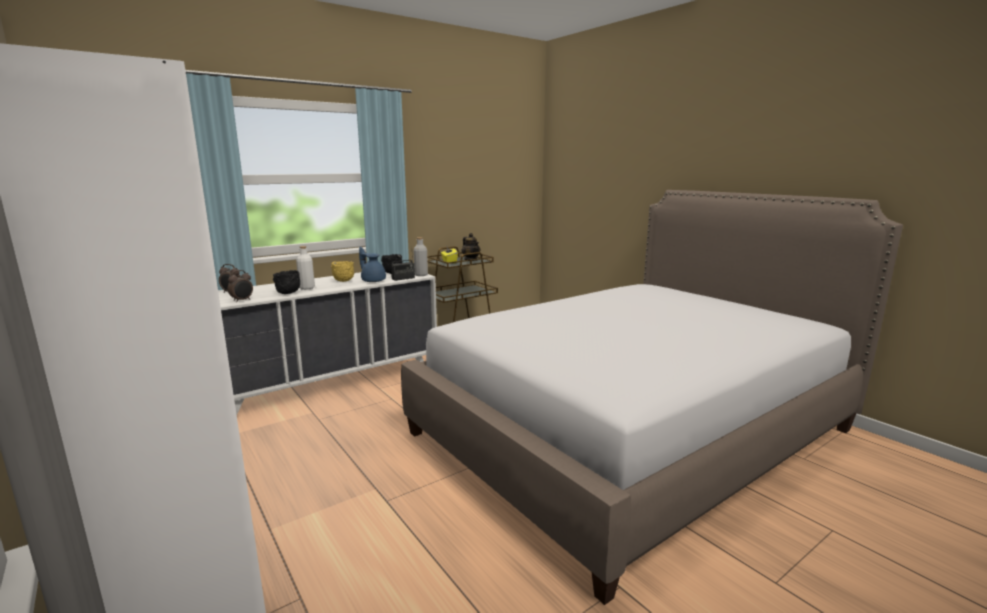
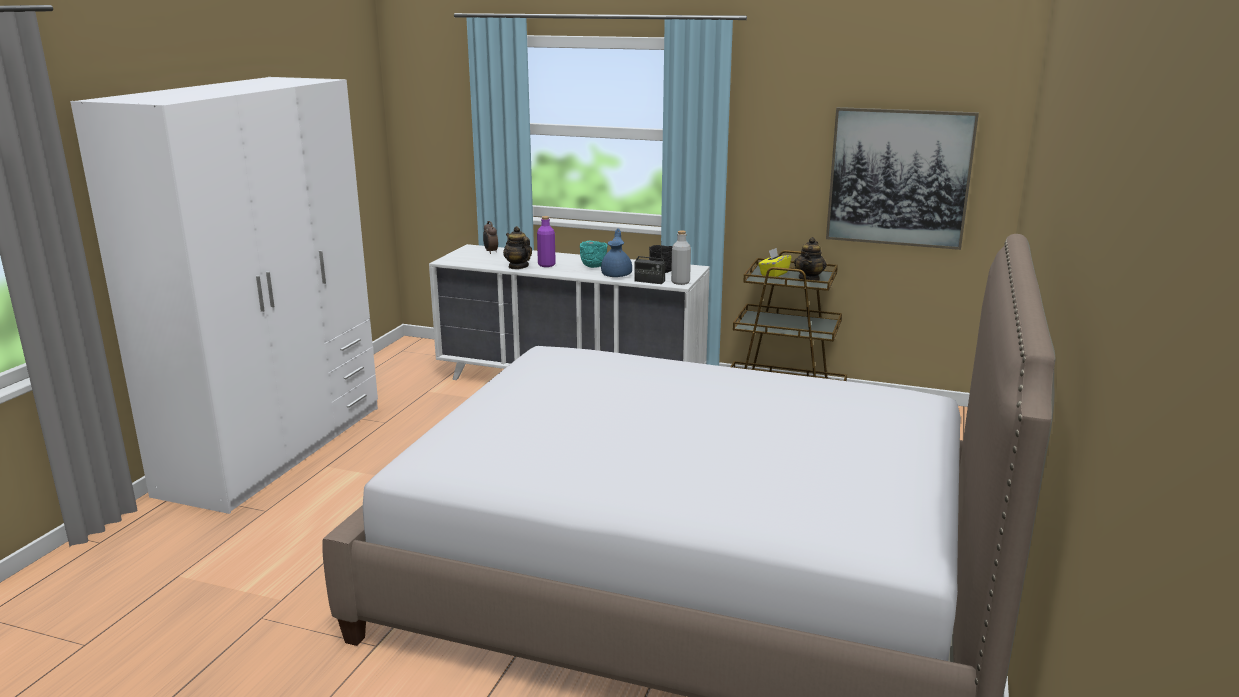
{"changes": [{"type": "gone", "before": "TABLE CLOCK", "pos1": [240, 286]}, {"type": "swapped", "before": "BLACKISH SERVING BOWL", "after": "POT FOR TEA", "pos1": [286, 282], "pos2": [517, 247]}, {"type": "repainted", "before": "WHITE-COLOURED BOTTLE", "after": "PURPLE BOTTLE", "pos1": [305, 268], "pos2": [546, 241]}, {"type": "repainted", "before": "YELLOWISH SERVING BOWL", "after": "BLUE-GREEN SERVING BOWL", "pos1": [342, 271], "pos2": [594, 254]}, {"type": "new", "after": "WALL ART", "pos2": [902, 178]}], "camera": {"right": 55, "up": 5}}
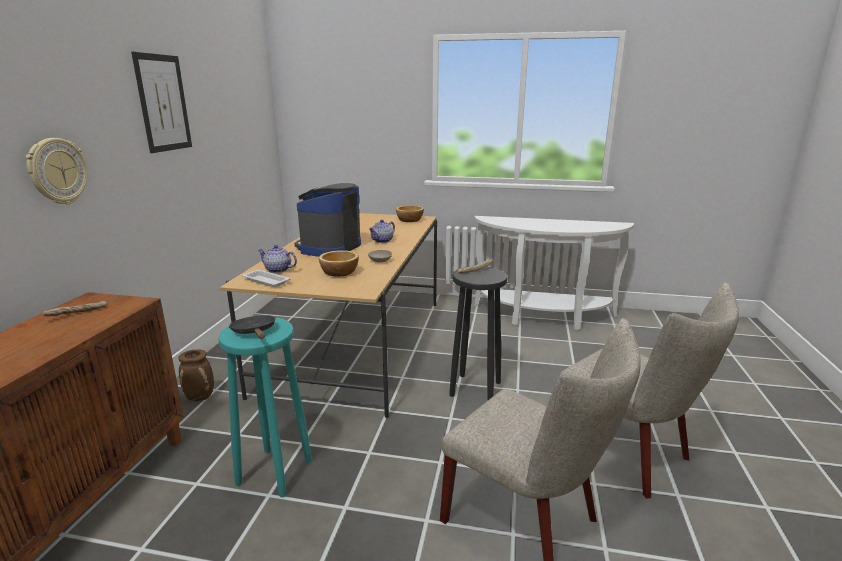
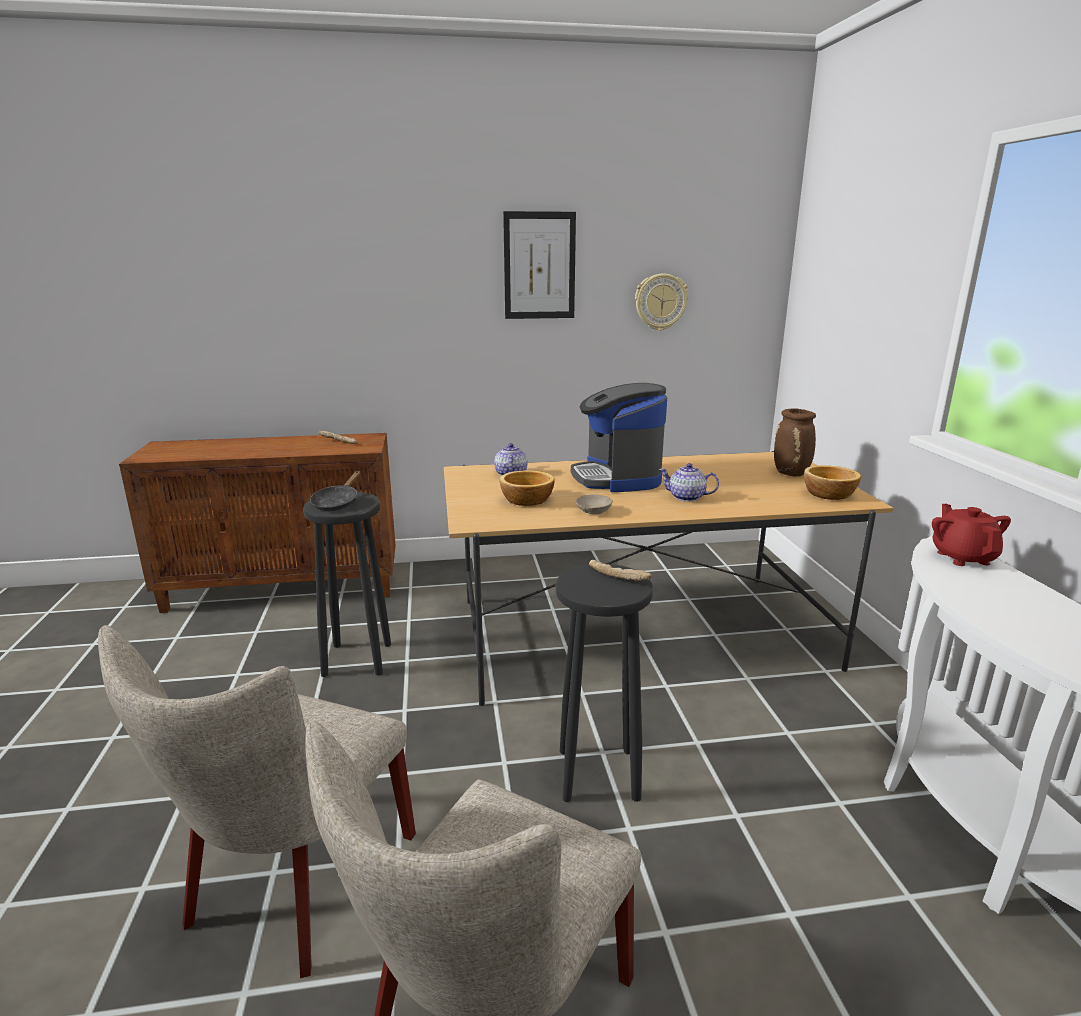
{"changes": [{"type": "shifted", "before": "HANGING CLOCK", "pos1": [57, 171], "pos2": [661, 302]}, {"type": "shifted", "before": "BROWN-COLOURED DECORATIVE VASE", "pos1": [196, 375], "pos2": [795, 442]}, {"type": "repainted", "before": "BLUE-GREEN STOOL", "after": "BLACKISH STOOL", "pos1": [265, 407], "pos2": [347, 584]}, {"type": "rotated", "before": "BLACKISH SKILLET", "pos1": [252, 327], "pos2": [335, 491], "turn": 150}, {"type": "gone", "before": "WHITE-COLOURED TRAY", "pos1": [266, 278]}, {"type": "rotated", "before": "COFFEE MACHINE", "pos1": [327, 220], "pos2": [619, 437], "turn": -105}, {"type": "new", "after": "RED POT FOR TEA", "pos2": [971, 535]}], "camera": {"right": 70, "up": 0}}
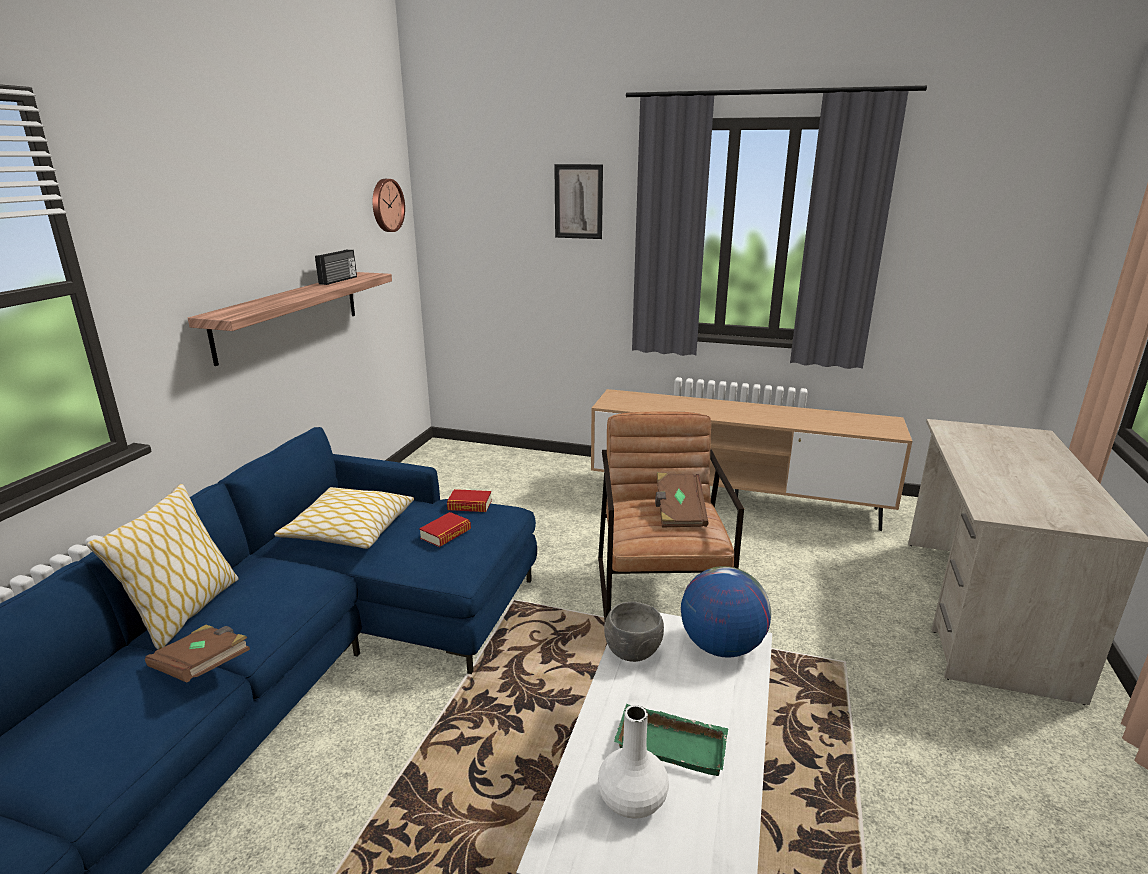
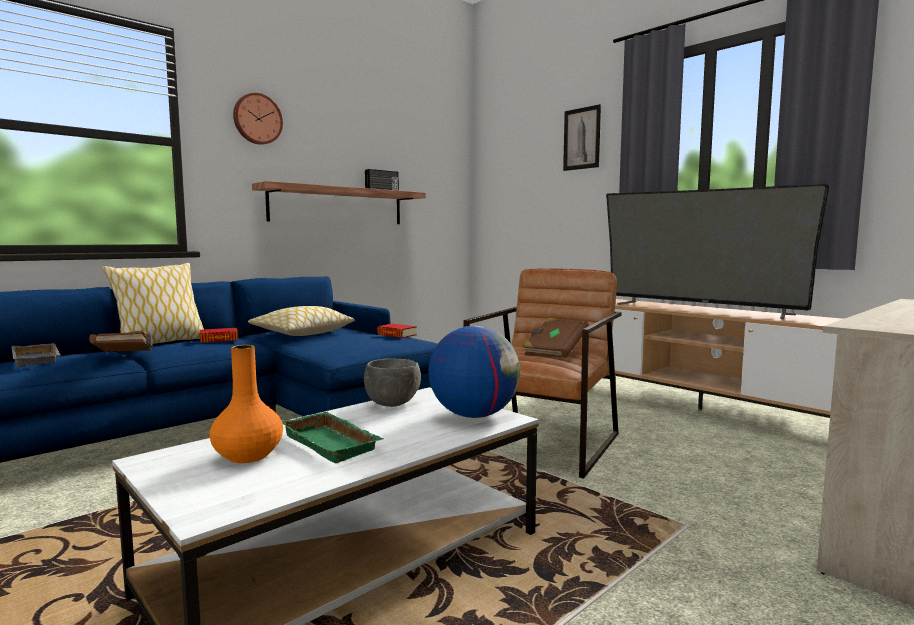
{"changes": [{"type": "shifted", "before": "HANGING CLOCK", "pos1": [388, 205], "pos2": [258, 119]}, {"type": "shifted", "before": "VOLUME", "pos1": [445, 529], "pos2": [218, 335]}, {"type": "repainted", "before": "WHITE-COLOURED DECORATIVE VASE", "after": "ORANGEY DECORATIVE VASE", "pos1": [633, 762], "pos2": [246, 404]}, {"type": "new", "after": "GREYISH TRAY", "pos2": [35, 355]}, {"type": "new", "after": "TV", "pos2": [718, 251]}], "camera": {"right": 30, "up": -15}}
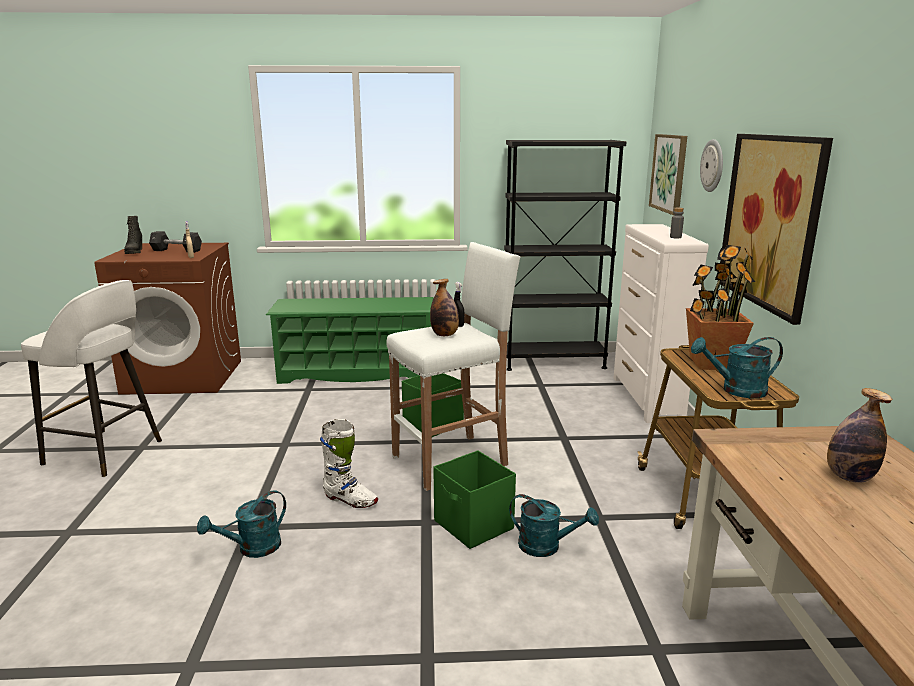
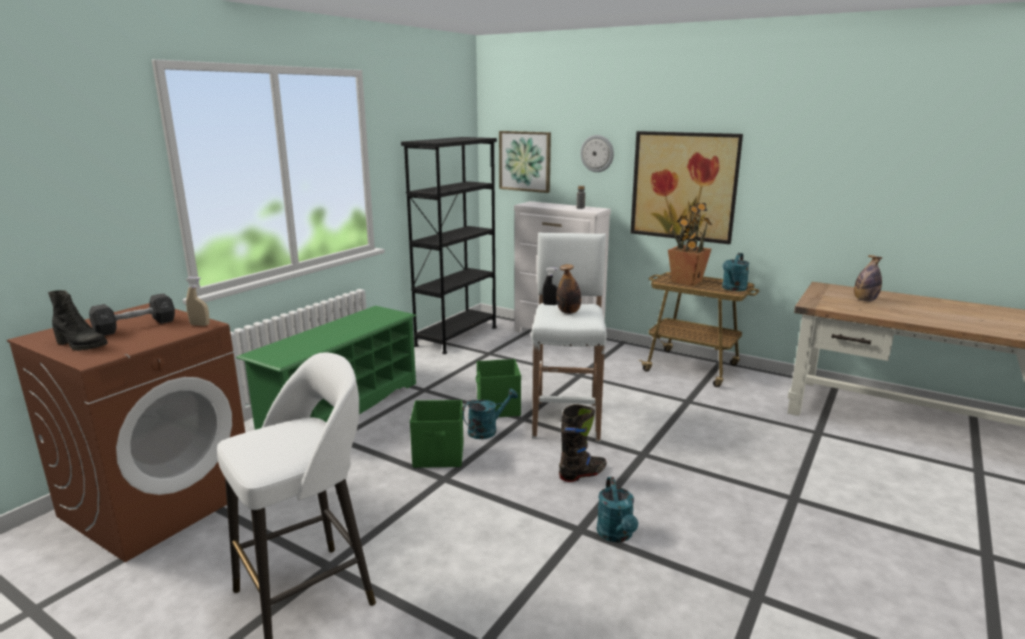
{"changes": [{"type": "repainted", "before": "WHITE-COLOURED BOOT", "after": "BLACKISH BOOT", "pos1": [349, 463], "pos2": [583, 443]}, {"type": "shifted", "before": "GREEN-COLOURED STORAGE BIN", "pos1": [474, 499], "pos2": [436, 434]}, {"type": "shifted", "before": "BLUE-GREEN SPRINKLING CAN", "pos1": [554, 525], "pos2": [490, 413]}], "camera": {"right": -55, "up": 0}}
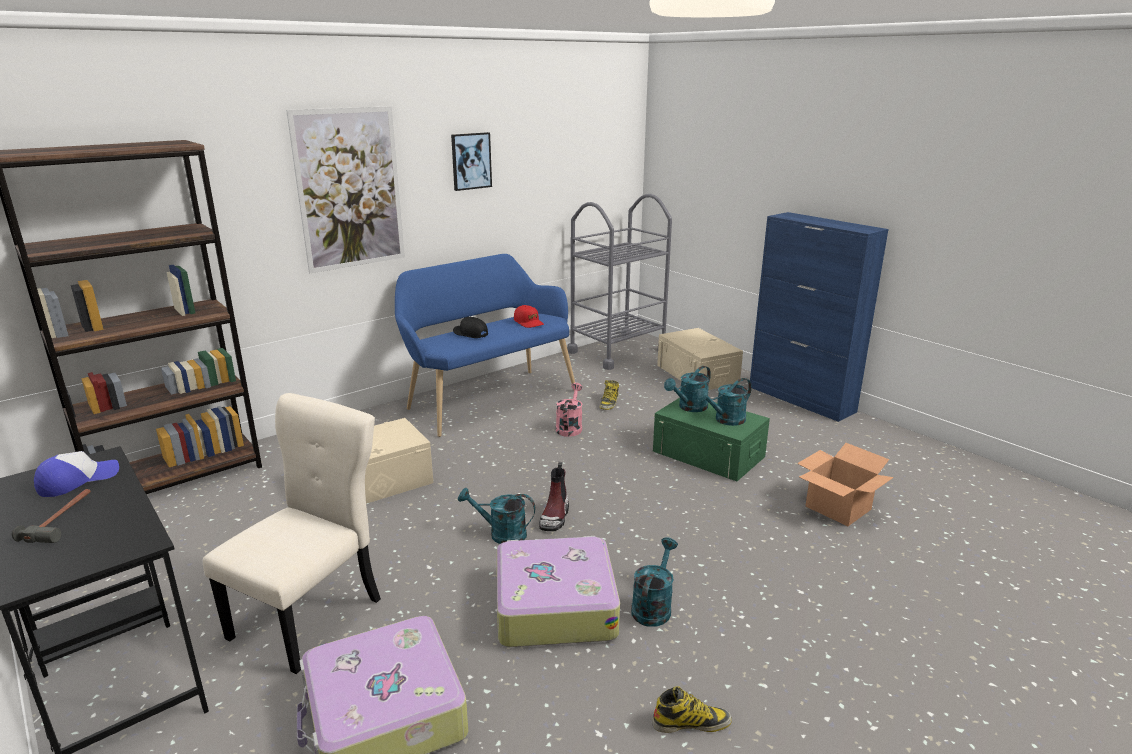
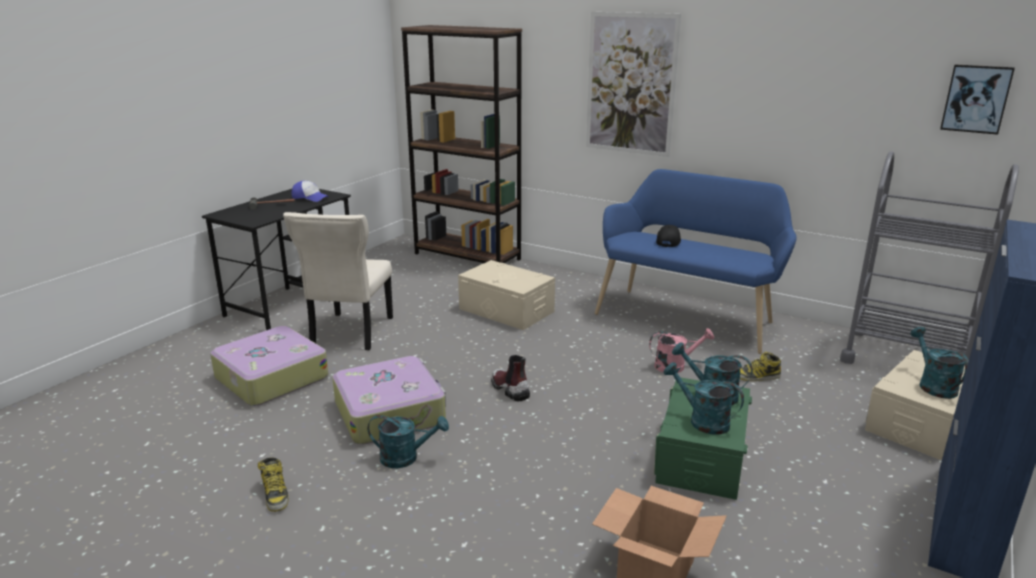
{"changes": [{"type": "rotated", "before": "SAND-COLOURED UPRIGHT CHAIR", "pos1": [292, 533], "pos2": [338, 281], "turn": 90}, {"type": "shifted", "before": "WALL ART", "pos1": [471, 161], "pos2": [977, 99]}, {"type": "shifted", "before": "BLUE-GREEN SPRINKLING CAN", "pos1": [497, 516], "pos2": [939, 363]}, {"type": "gone", "before": "RED PEAKED CAP", "pos1": [529, 316]}, {"type": "rotated", "before": "BOOT", "pos1": [554, 496], "pos2": [510, 378], "turn": 60}], "camera": {"right": 70, "up": 0}}
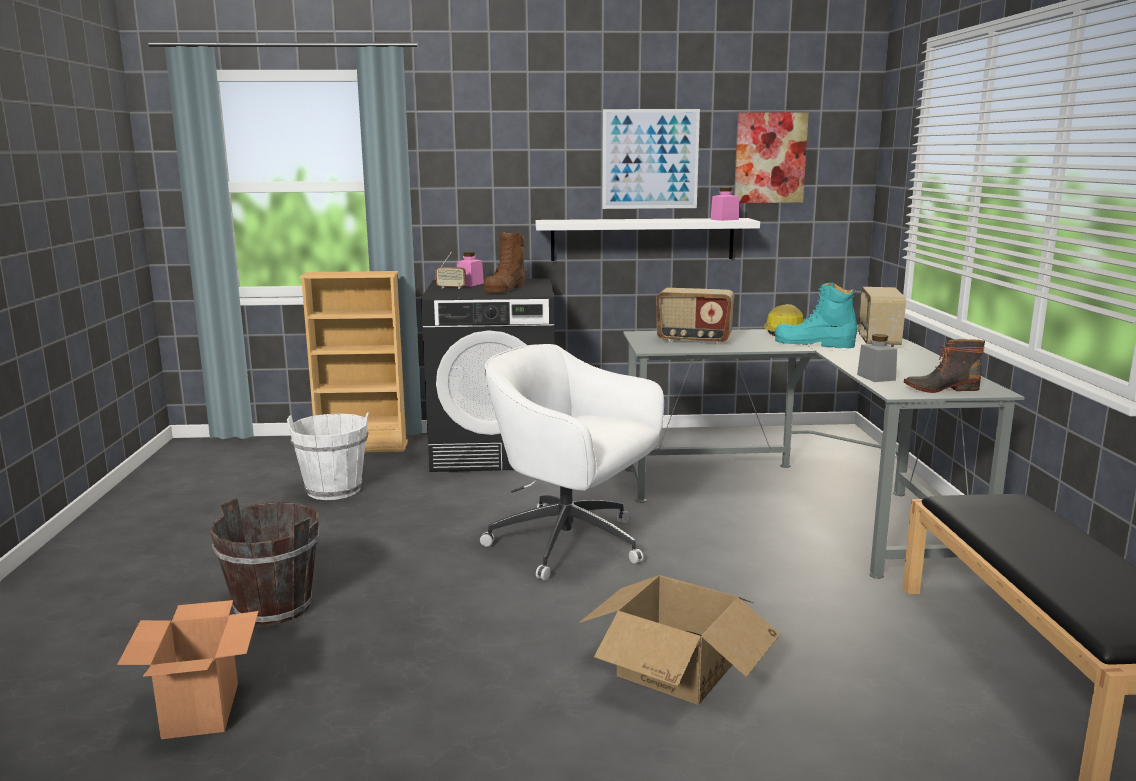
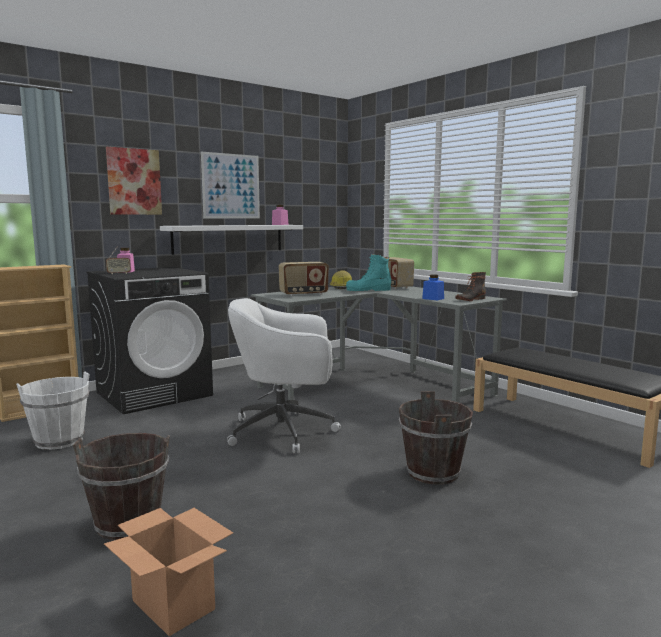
{"changes": [{"type": "gone", "before": "BROWN-COLOURED BOOT", "pos1": [504, 262]}, {"type": "swapped", "before": "PACKING BOX", "after": "BROWN-COLOURED BUCKET", "pos1": [679, 640], "pos2": [436, 438]}, {"type": "shifted", "before": "WALL ART", "pos1": [771, 157], "pos2": [134, 181]}, {"type": "repainted", "before": "GREYISH PRESERVE JAR", "after": "BLUISH PRESERVE JAR", "pos1": [877, 358], "pos2": [433, 287]}], "camera": {"right": -35, "up": -5}}
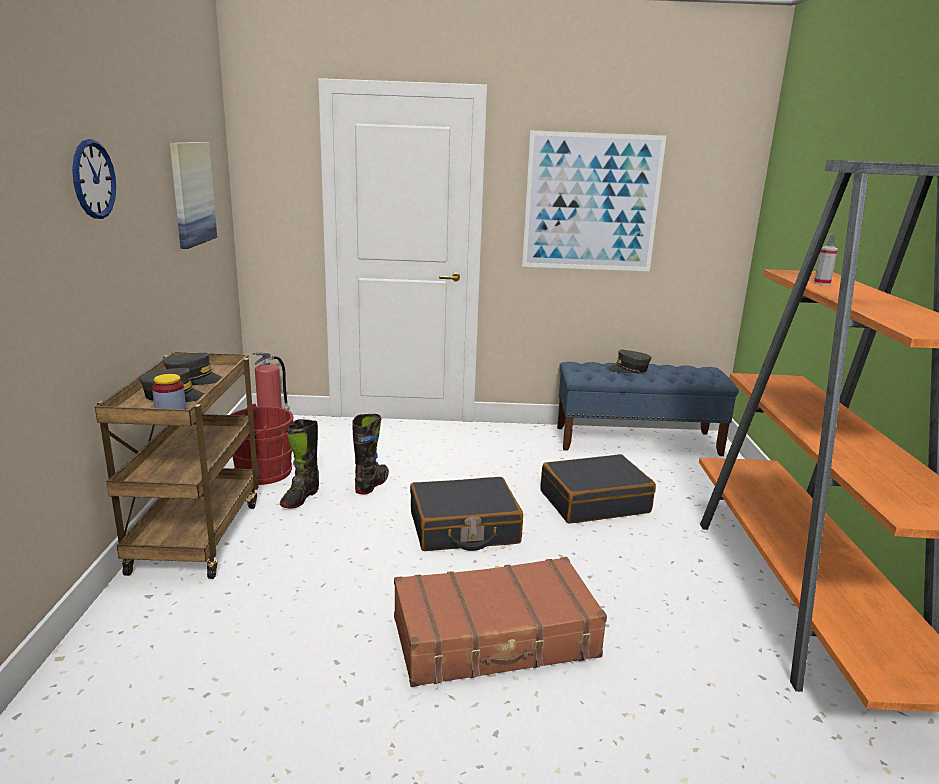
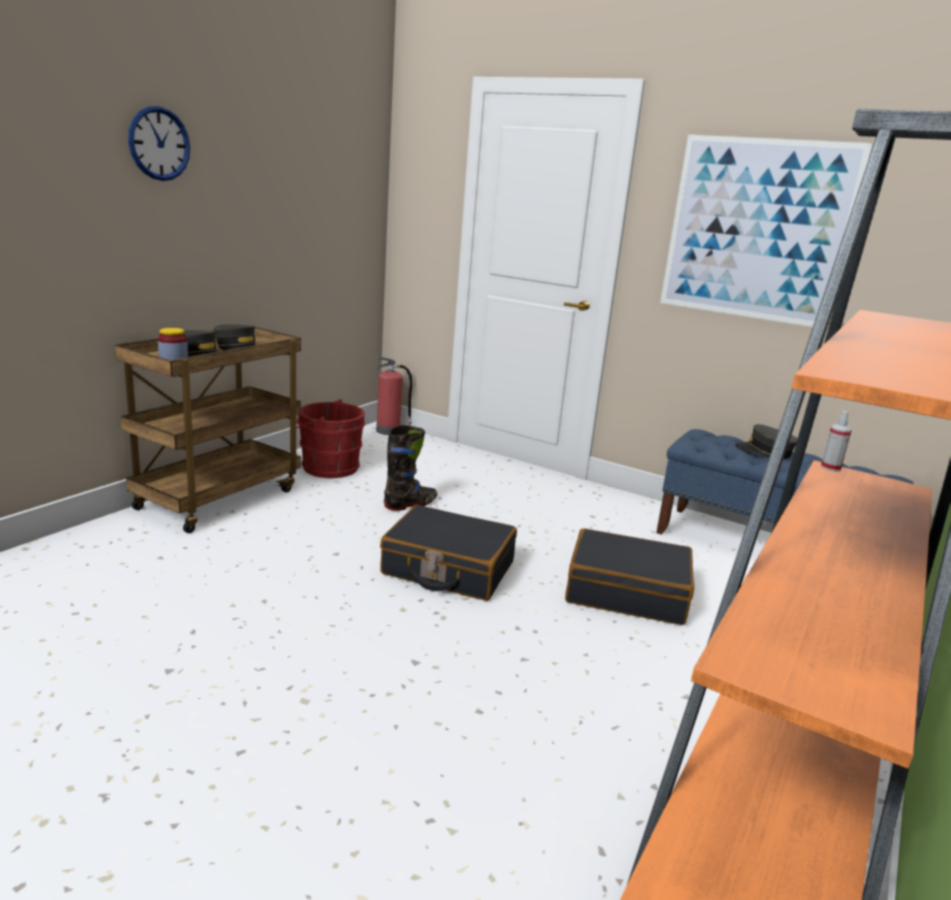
{"changes": [{"type": "gone", "before": "WALL ART", "pos1": [193, 195]}, {"type": "gone", "before": "BLACKISH BOOT", "pos1": [299, 464]}, {"type": "gone", "before": "BROWN-COLOURED TRAVEL CASE", "pos1": [500, 622]}, {"type": "shifted", "before": "SPRAYER", "pos1": [826, 259], "pos2": [836, 441]}], "camera": {"right": 30, "up": 0}}
